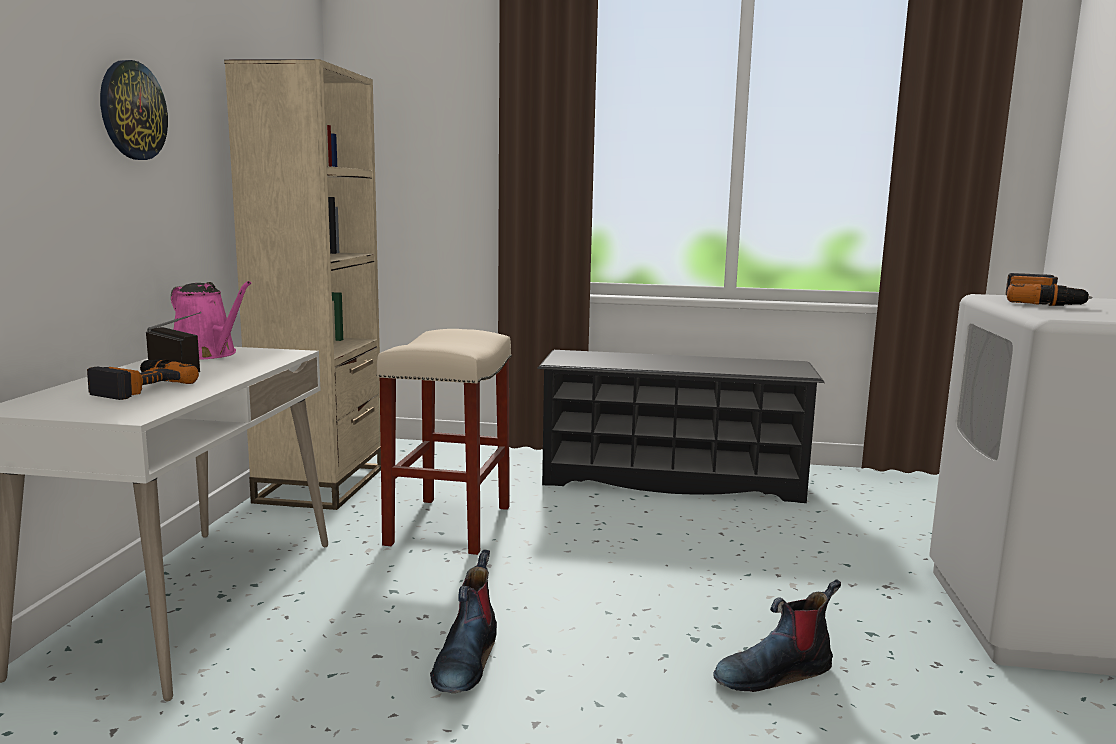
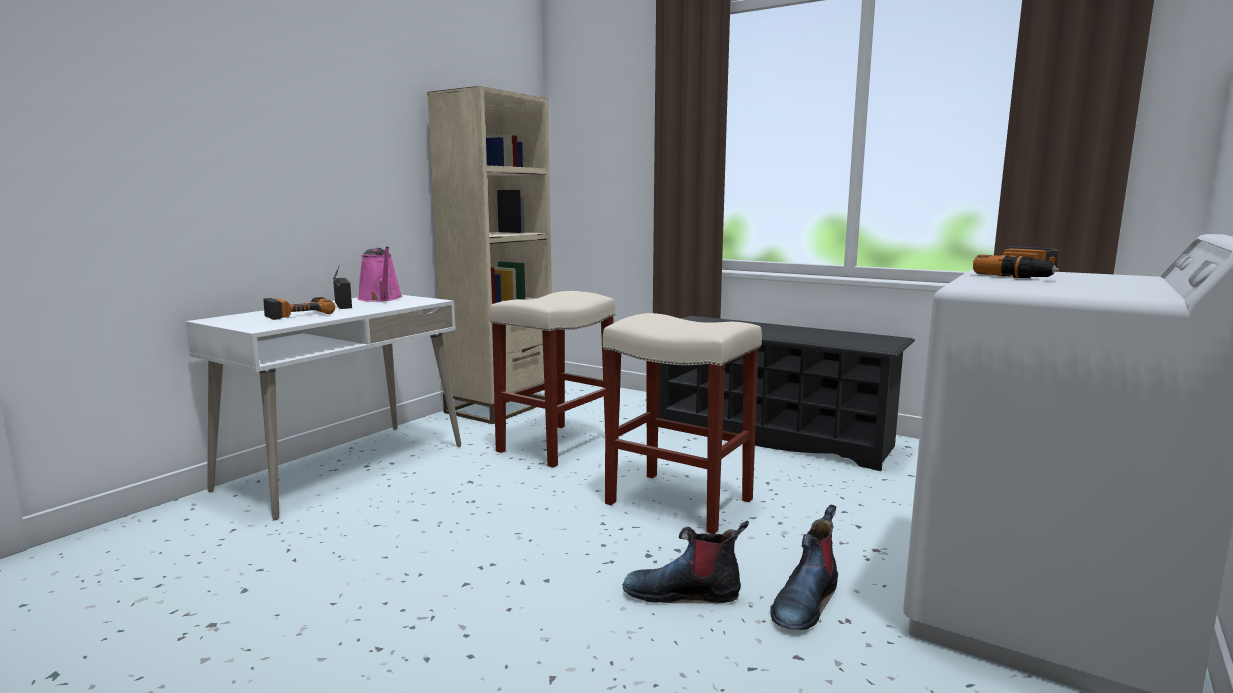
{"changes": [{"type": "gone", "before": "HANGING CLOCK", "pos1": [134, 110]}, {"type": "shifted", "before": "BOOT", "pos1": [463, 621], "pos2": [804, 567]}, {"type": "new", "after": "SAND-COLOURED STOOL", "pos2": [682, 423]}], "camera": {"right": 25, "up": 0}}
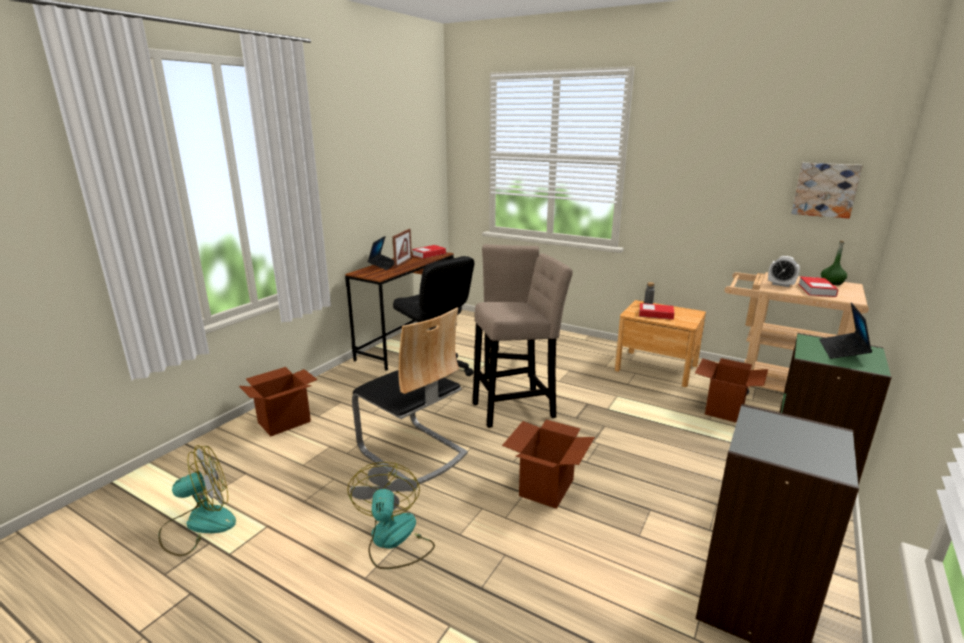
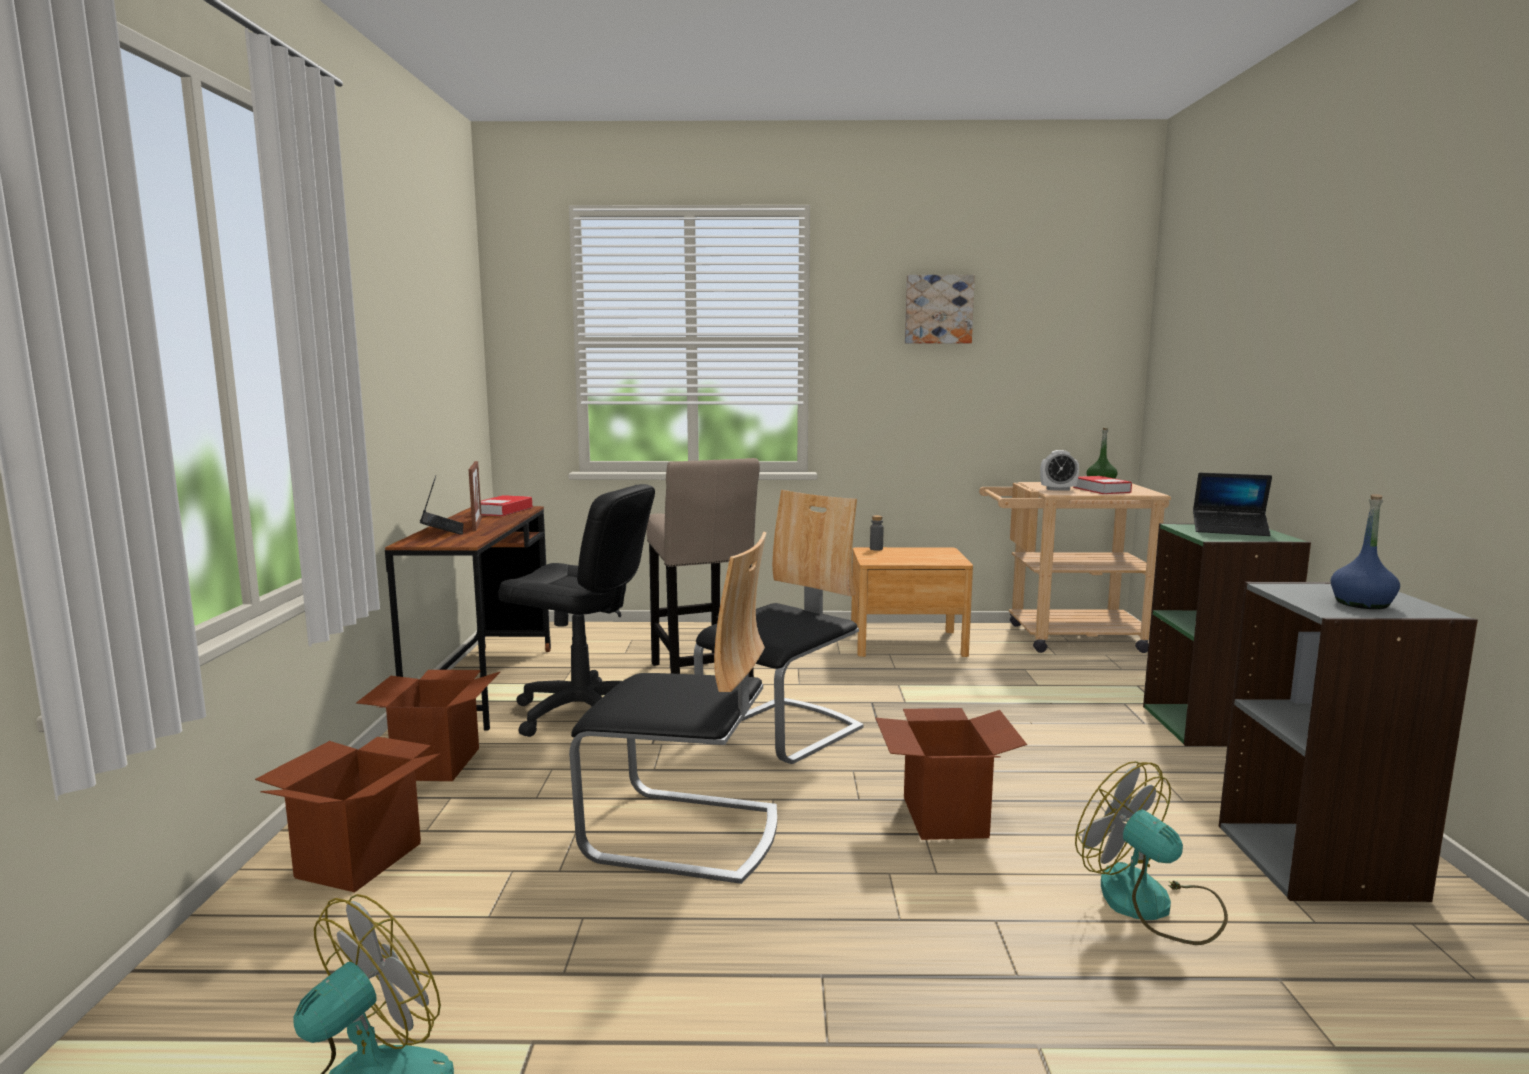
{"changes": [{"type": "shifted", "before": "ELECTRIC FAN", "pos1": [391, 515], "pos2": [1151, 853]}, {"type": "swapped", "before": "SAND-COLOURED STOOL", "after": "UPRIGHT CHAIR", "pos1": [523, 340], "pos2": [779, 627]}, {"type": "gone", "before": "VOLUME", "pos1": [656, 311]}, {"type": "shifted", "before": "PACKING BOX", "pos1": [731, 390], "pos2": [428, 725]}, {"type": "shifted", "before": "WALL ART", "pos1": [827, 190], "pos2": [940, 309]}, {"type": "rotated", "before": "NOTEBOOK COMPUTER", "pos1": [845, 330], "pos2": [1232, 504], "turn": -60}, {"type": "new", "after": "BLUISH BOTTLE", "pos2": [1365, 551]}], "camera": {"right": -30, "up": -10}}
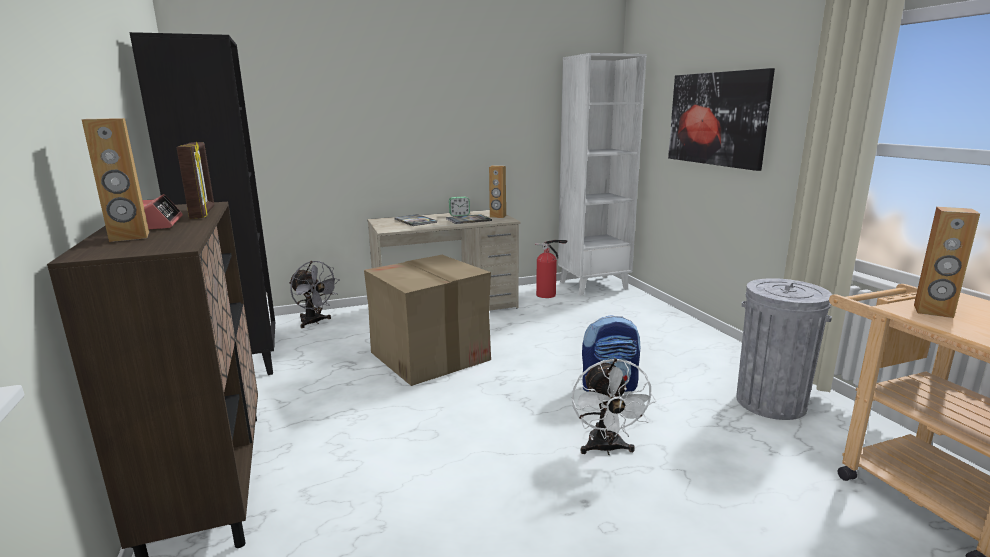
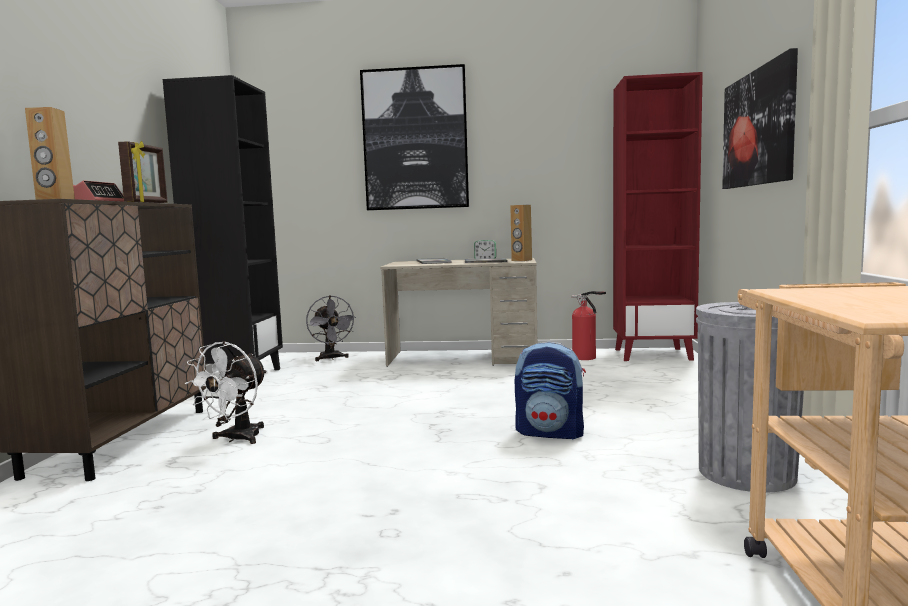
{"changes": [{"type": "gone", "before": "PACKING BOX", "pos1": [427, 320]}, {"type": "repainted", "before": "WHITE-COLOURED BOOKCASE", "after": "RED BOOKCASE", "pos1": [602, 174], "pos2": [658, 216]}, {"type": "shifted", "before": "WHITE-COLOURED ELECTRIC FAN", "pos1": [614, 406], "pos2": [226, 392]}, {"type": "gone", "before": "BROWN-COLOURED AUDIO SPEAKER", "pos1": [947, 262]}, {"type": "new", "after": "WALL ART", "pos2": [414, 137]}], "camera": {"right": 25, "up": -10}}
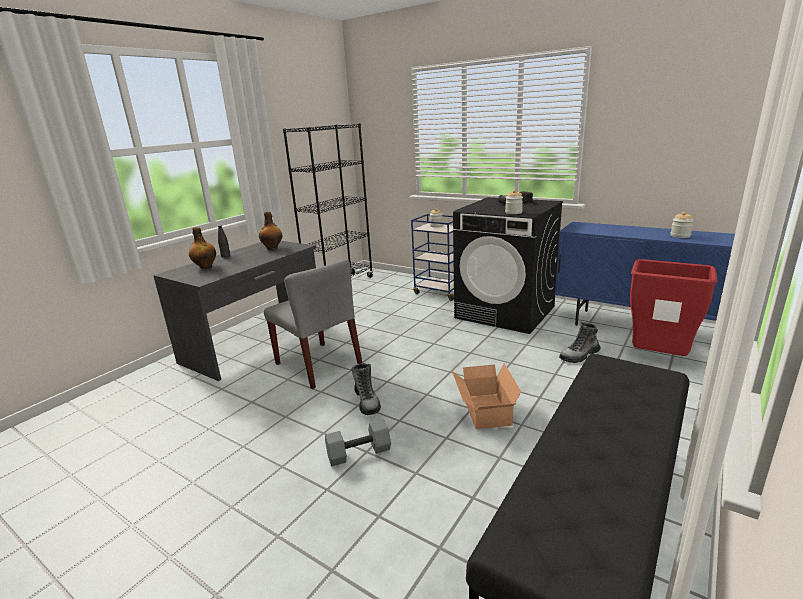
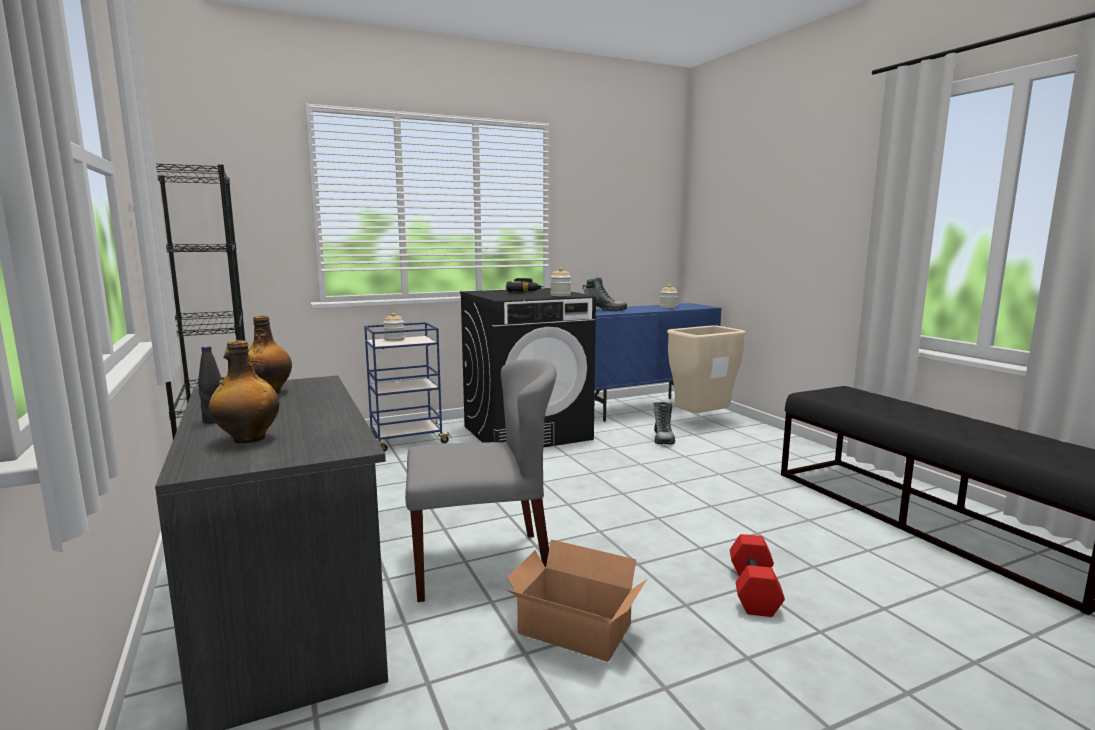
{"changes": [{"type": "repainted", "before": "GREYISH DUMBBELL", "after": "RED DUMBBELL", "pos1": [358, 442], "pos2": [757, 575]}, {"type": "shifted", "before": "BOOT", "pos1": [366, 389], "pos2": [605, 294]}, {"type": "shifted", "before": "PACKING BOX", "pos1": [486, 396], "pos2": [576, 600]}, {"type": "repainted", "before": "RED TRASH CAN", "after": "SAND-COLOURED TRASH CAN", "pos1": [674, 307], "pos2": [706, 369]}], "camera": {"right": -60, "up": -10}}
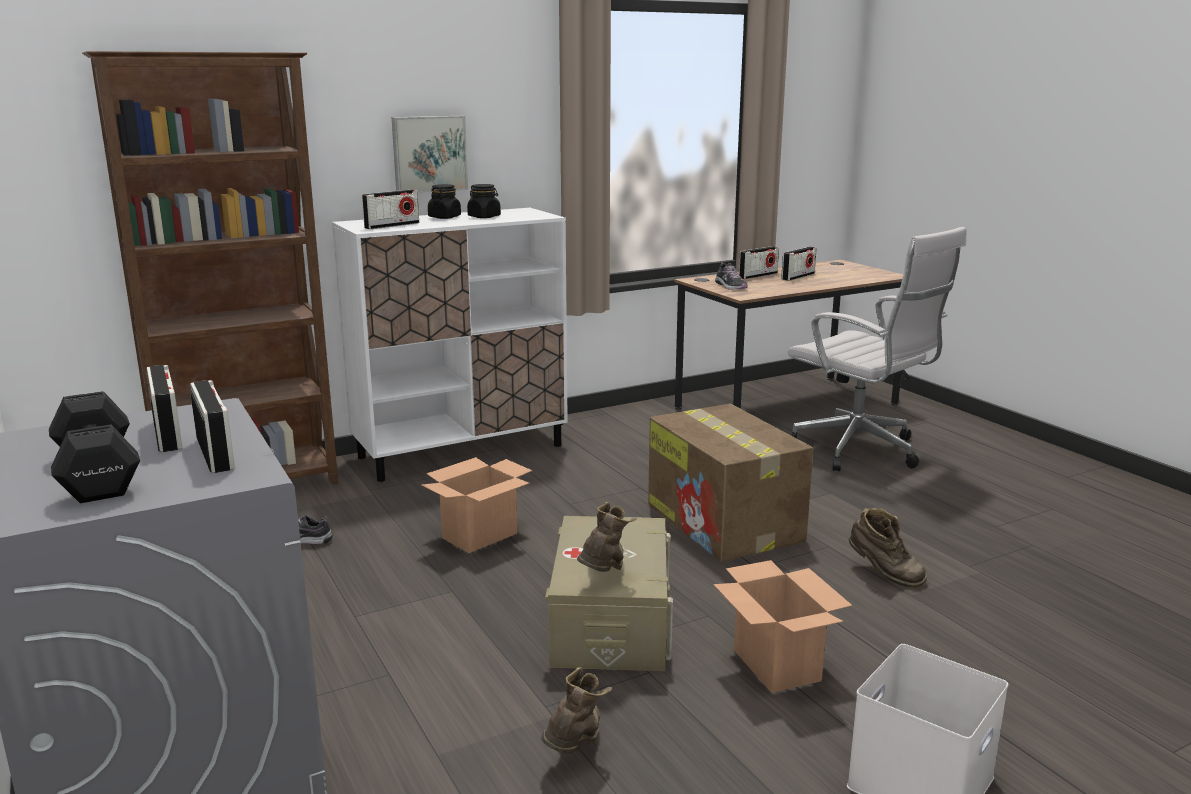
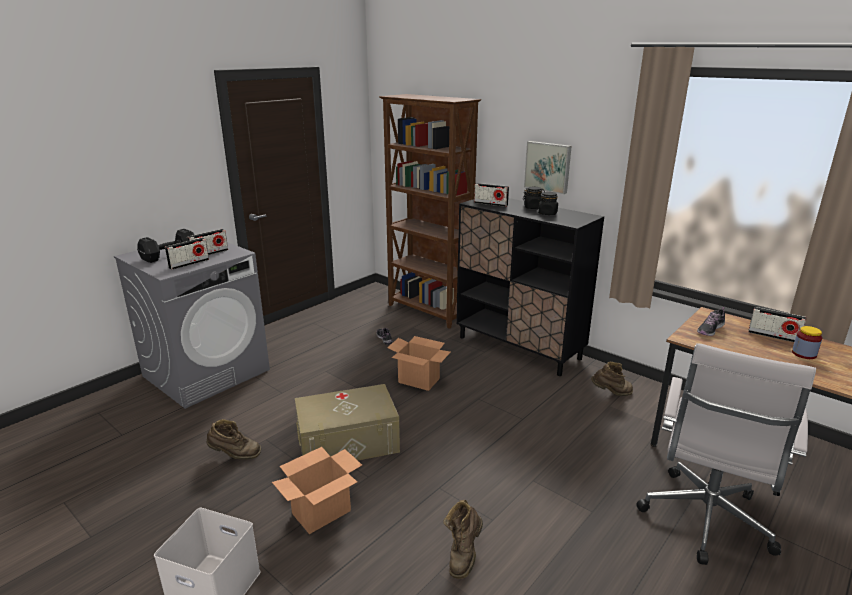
{"changes": [{"type": "repainted", "before": "WHITE-COLOURED STORAGE CABINET", "after": "BLACKISH STORAGE CABINET", "pos1": [450, 345], "pos2": [530, 287]}, {"type": "shifted", "before": "BROWN-COLOURED BOOT", "pos1": [607, 537], "pos2": [612, 379]}, {"type": "gone", "before": "PACKING BOX", "pos1": [731, 483]}, {"type": "swapped", "before": "RADIO SET", "after": "PRESERVE JAR", "pos1": [799, 264], "pos2": [807, 342]}], "camera": {"right": 70, "up": 5}}
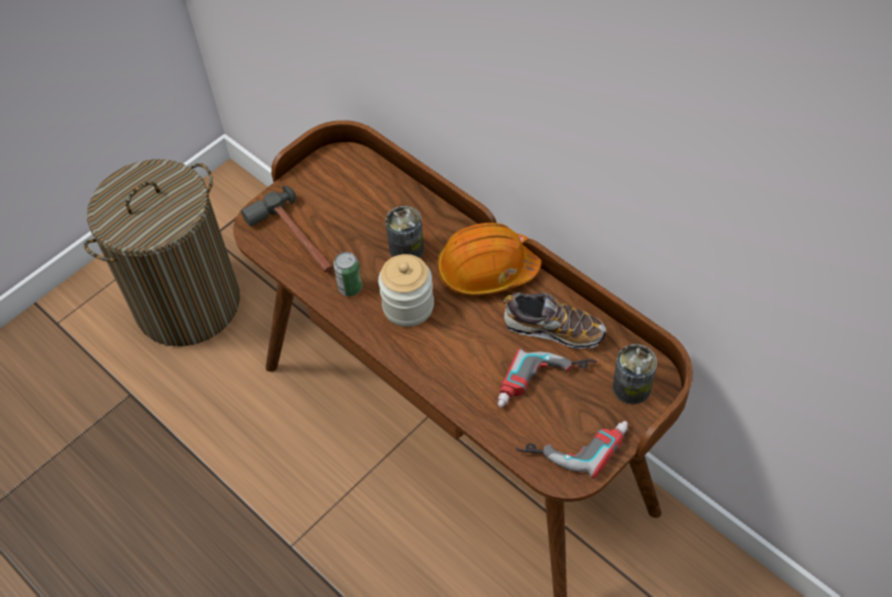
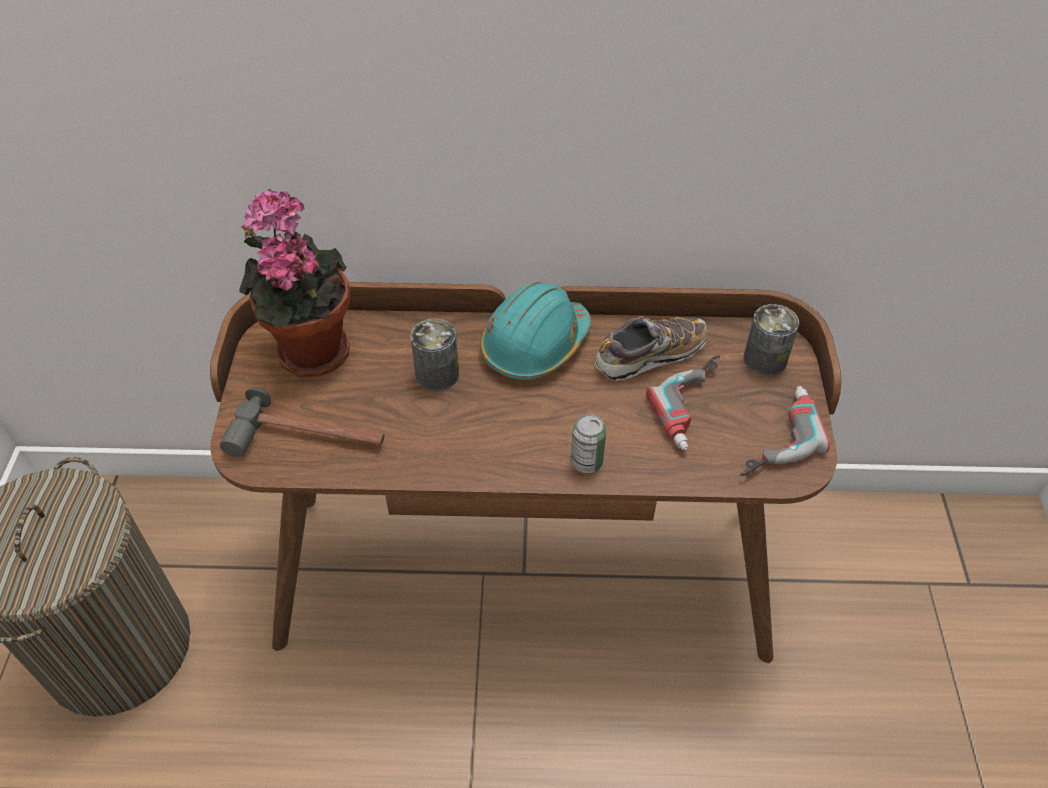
{"changes": [{"type": "shifted", "before": "SEALED CAN", "pos1": [347, 274], "pos2": [588, 443]}, {"type": "gone", "before": "PRESERVE JAR", "pos1": [406, 290]}, {"type": "repainted", "before": "ORANGEY HARD HAT", "after": "BLUE-GREEN HARD HAT", "pos1": [489, 259], "pos2": [535, 331]}, {"type": "new", "after": "PLANT IN A POT", "pos2": [294, 283]}], "camera": {"right": -45, "up": -5}}
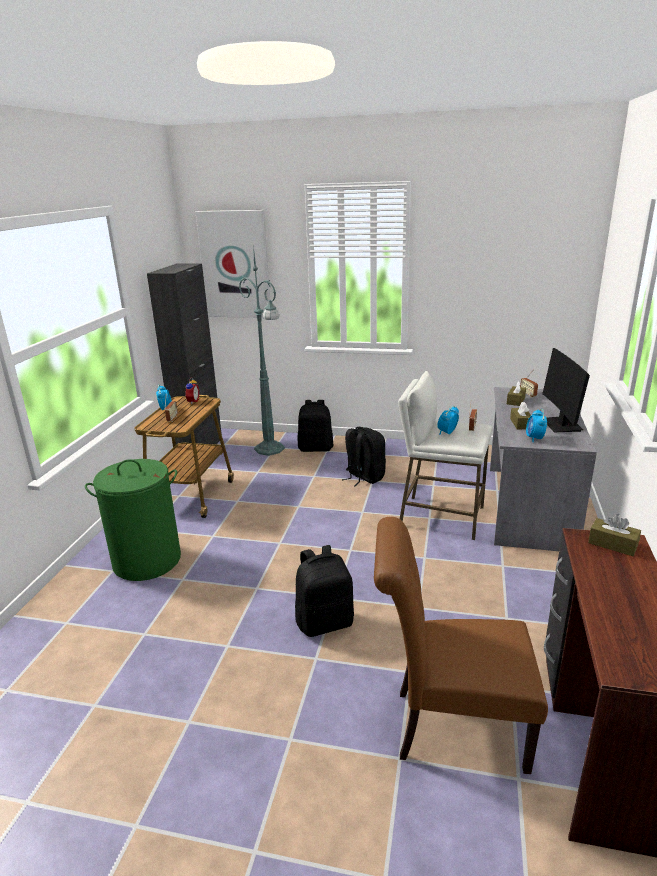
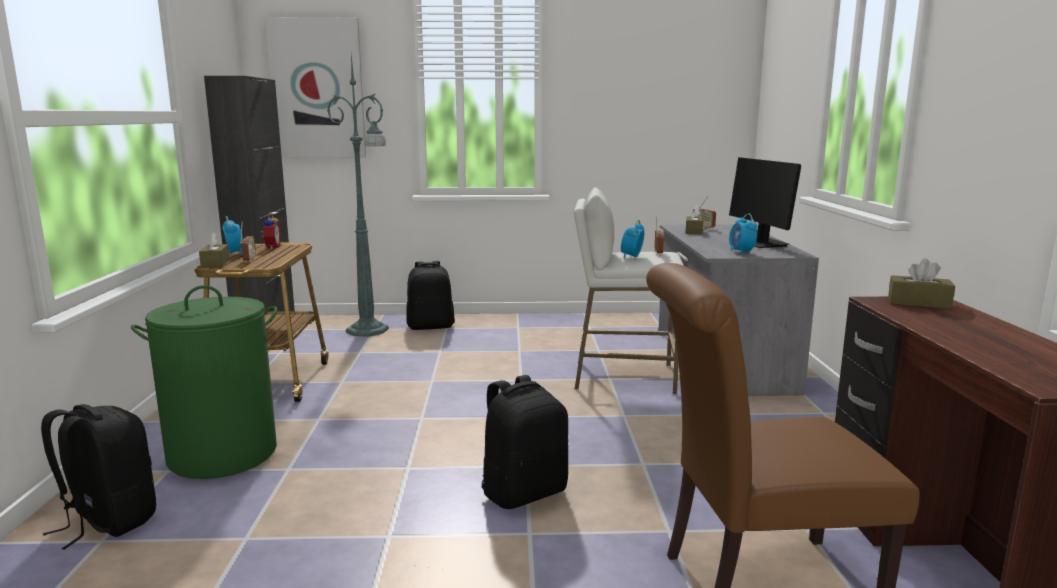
{"changes": [{"type": "shifted", "before": "BLACKISH KNAPSACK", "pos1": [364, 457], "pos2": [98, 477]}, {"type": "shifted", "before": "BROWN-COLOURED TISSUE BOX", "pos1": [520, 415], "pos2": [214, 250]}], "camera": {"right": -15, "up": -10}}
